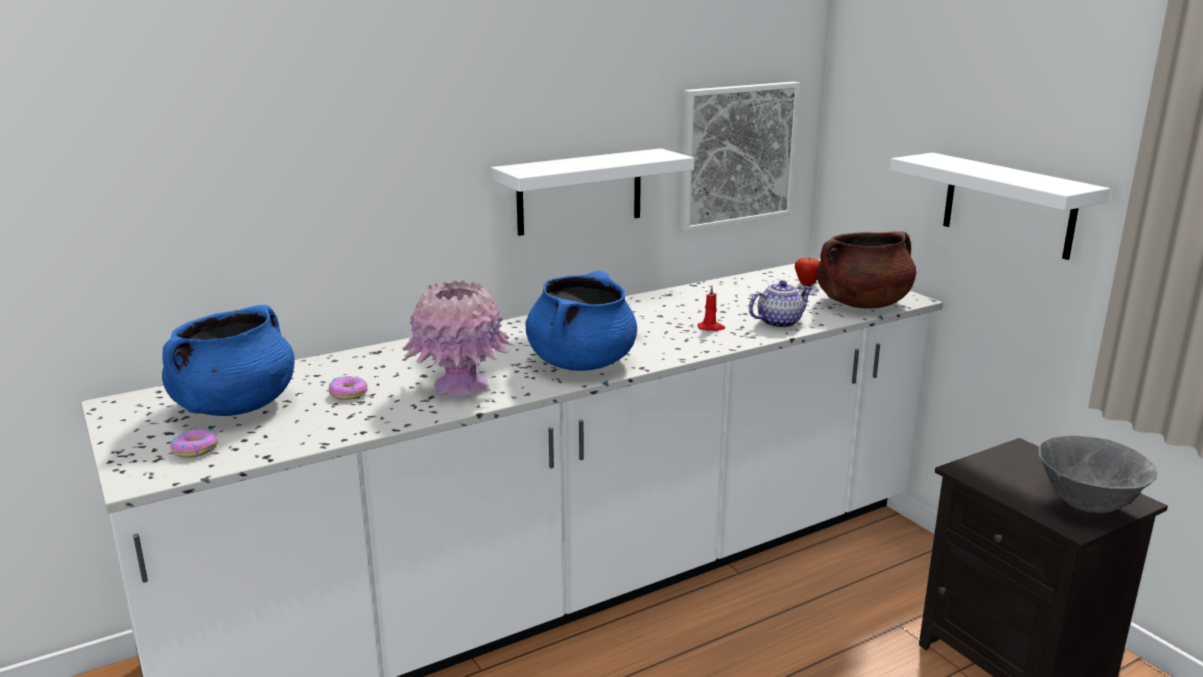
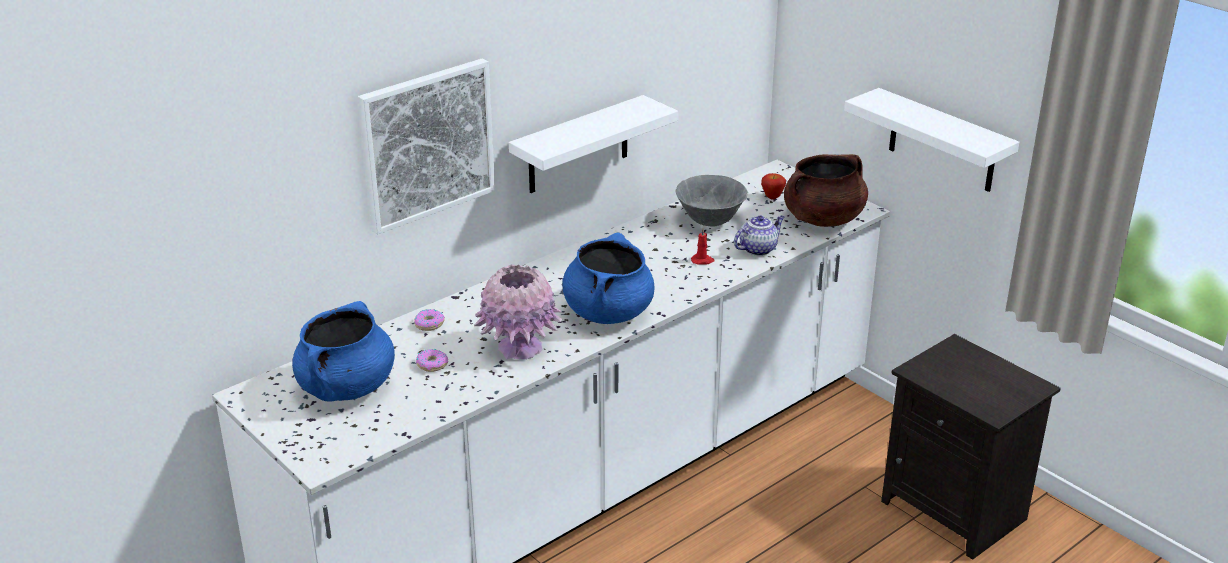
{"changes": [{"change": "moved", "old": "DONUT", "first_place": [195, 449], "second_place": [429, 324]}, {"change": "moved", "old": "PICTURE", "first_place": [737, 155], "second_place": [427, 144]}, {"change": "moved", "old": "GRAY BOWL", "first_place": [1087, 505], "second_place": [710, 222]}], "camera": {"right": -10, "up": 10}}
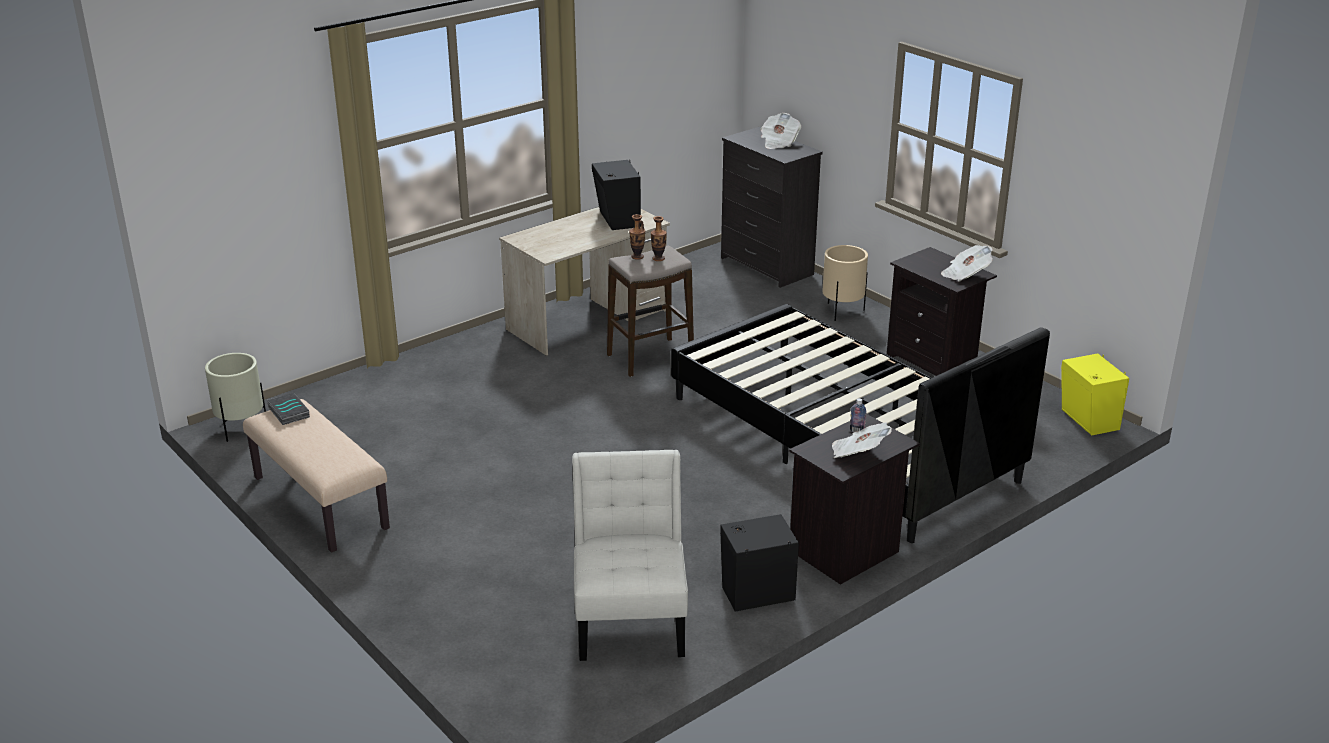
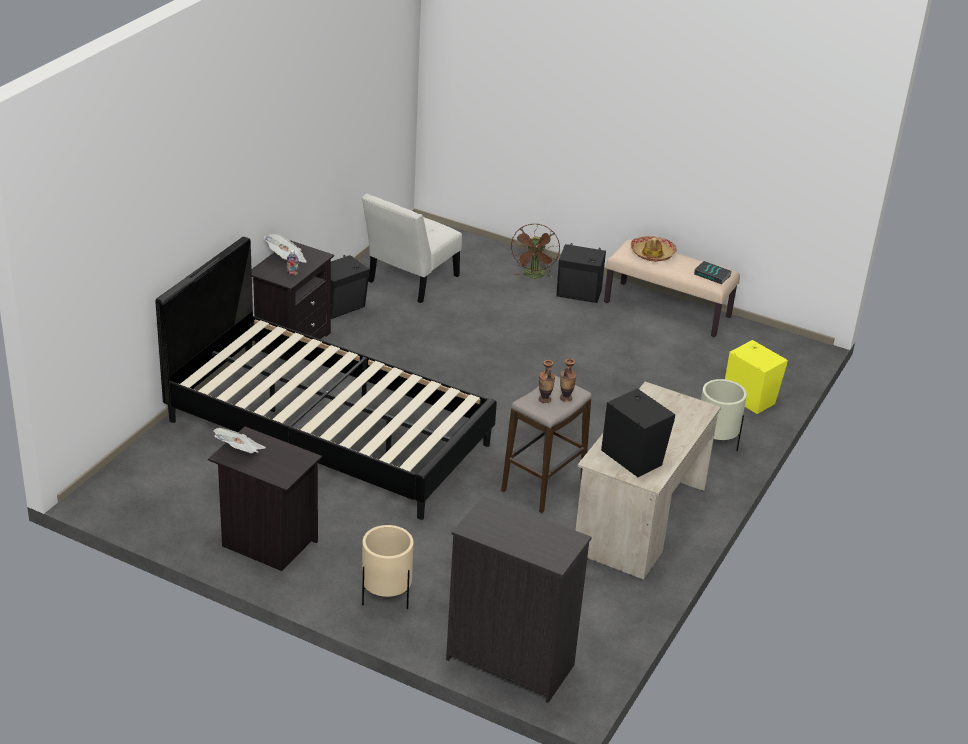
{"changes": [{"change": "removed", "old": "NEWSPAPER", "first_place": [779, 142]}, {"change": "added", "new": "BROWN-COLOURED COOLING FAN", "second_place": [534, 276]}, {"change": "added", "new": "BLACK AUDIO SPEAKER", "second_place": [579, 294]}, {"change": "added", "new": "WEARABLE HAT", "second_place": [652, 254]}, {"change": "moved", "old": "SAND-COLOURED PLANTER", "first_place": [241, 428], "second_place": [715, 444]}, {"change": "moved", "old": "YELLOW AUDIO SPEAKER", "first_place": [1088, 420], "second_place": [749, 397]}, {"change": "turned", "old": "WHITISH PLAIN CHAIR", "first_place": [630, 618], "second_place": [410, 281], "degrees": 60}], "camera": {"right": 155, "up": 5}}
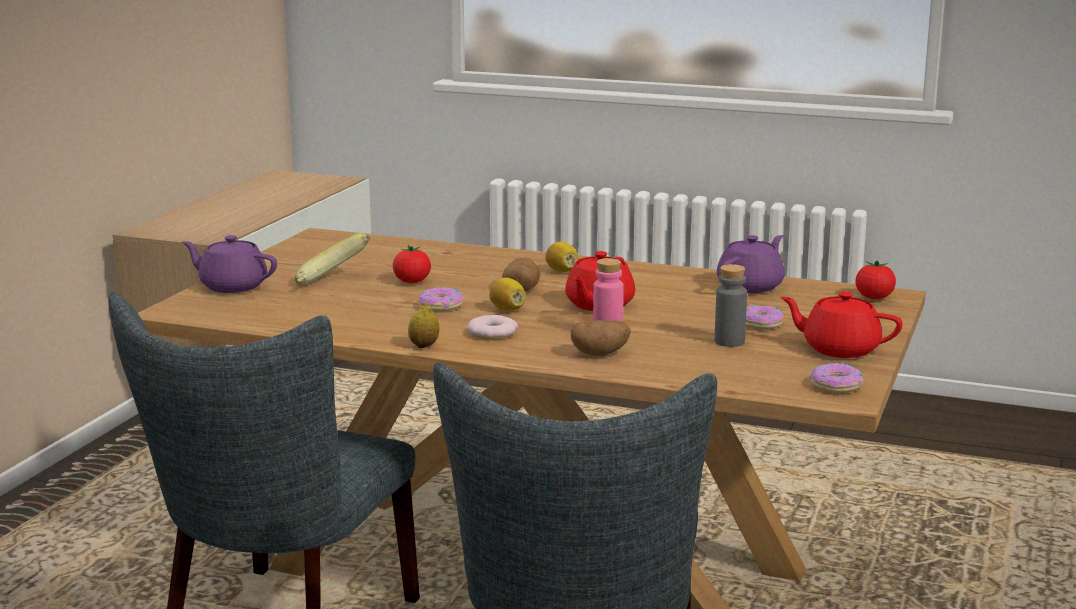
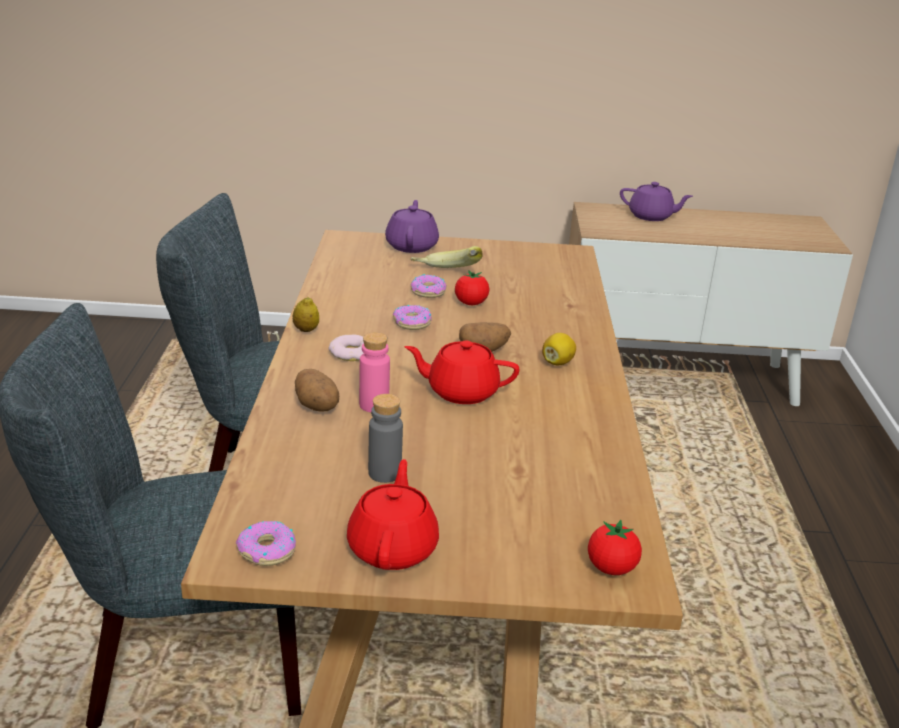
{"changes": [{"change": "removed", "old": "LEMON", "first_place": [507, 309]}, {"change": "moved", "old": "PURPLE POT FOR TEA", "first_place": [751, 286], "second_place": [651, 216]}, {"change": "moved", "old": "DONUT", "first_place": [759, 324], "second_place": [428, 292]}], "camera": {"right": 70, "up": 10}}
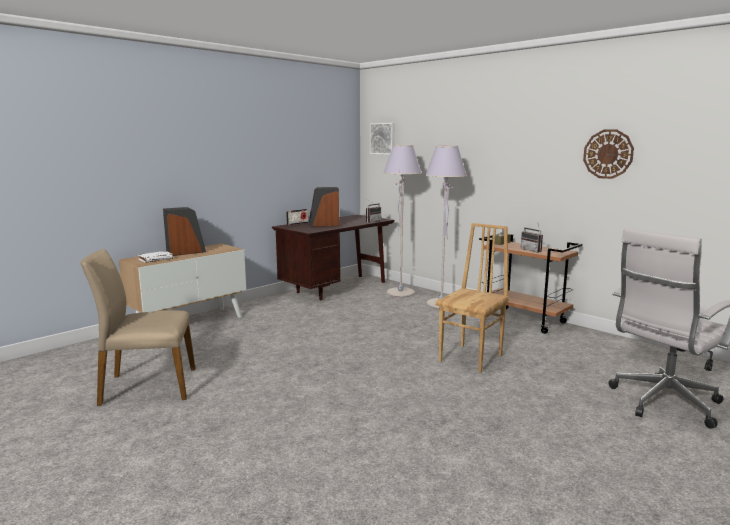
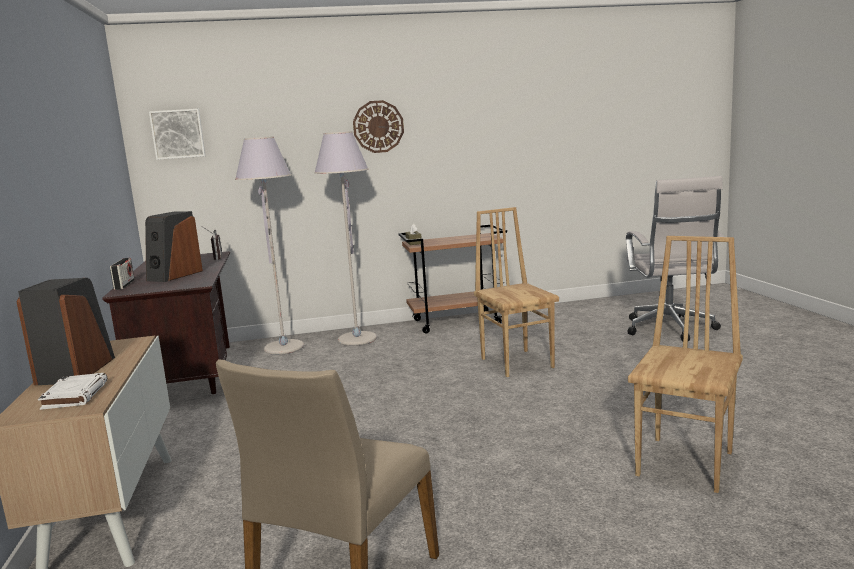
{"changes": [{"change": "removed", "old": "RADIO RECEIVER", "first_place": [533, 250]}, {"change": "added", "new": "BROWN-COLOURED PLAIN CHAIR", "second_place": [687, 463]}, {"change": "moved", "old": "WALL CLOCK", "first_place": [608, 154], "second_place": [378, 126]}], "camera": {"right": -55, "up": 0}}
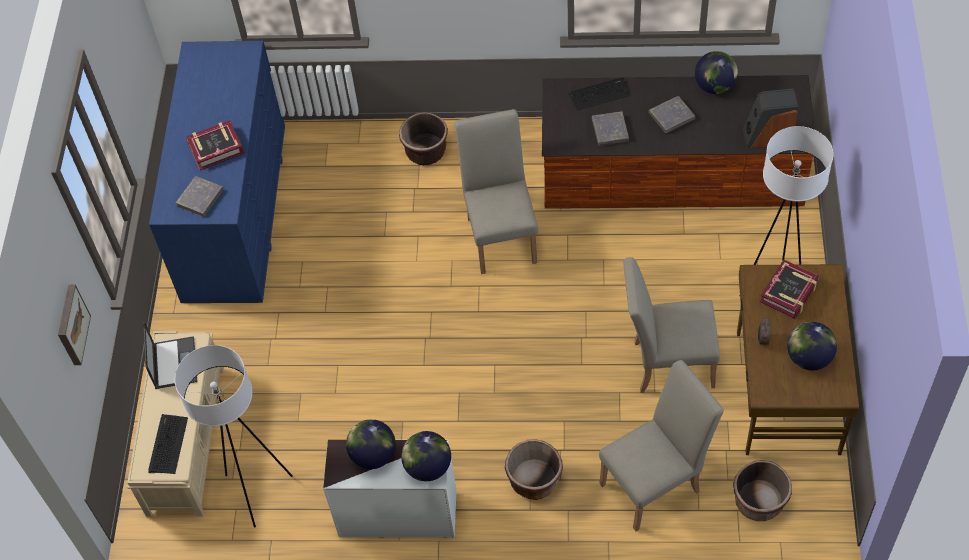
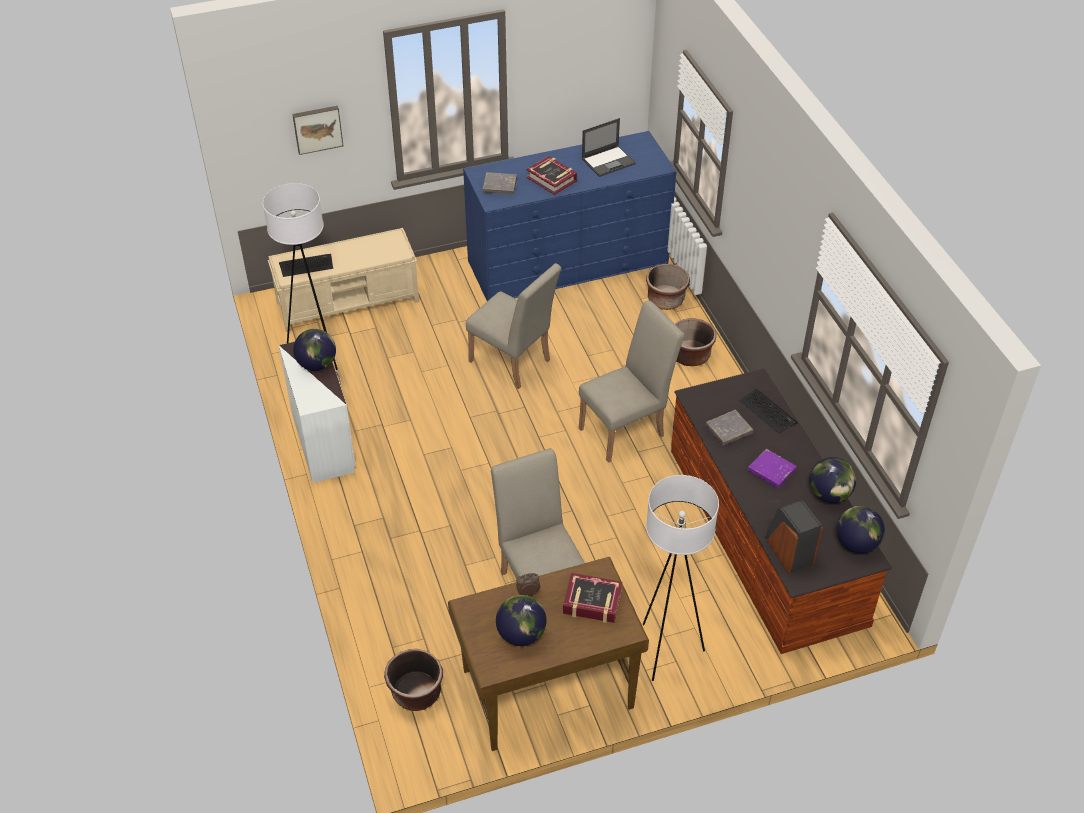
{"changes": [{"change": "moved", "old": "NOTEBOOK COMPUTER", "first_place": [174, 362], "second_place": [608, 161]}, {"change": "moved", "old": "GLOBE", "first_place": [428, 467], "second_place": [856, 543]}, {"change": "moved", "old": "BROWN-COLOURED PLANTER", "first_place": [534, 481], "second_place": [665, 300]}, {"change": "moved", "old": "SAND-COLOURED PLAIN CHAIR", "first_place": [656, 484], "second_place": [514, 364]}, {"change": "recoloured", "old": "GRAY BOUND BOOK", "new": "PURPLE BOUND BOOK", "first_place": [671, 116], "second_place": [771, 470]}], "camera": {"right": 65, "up": -10}}
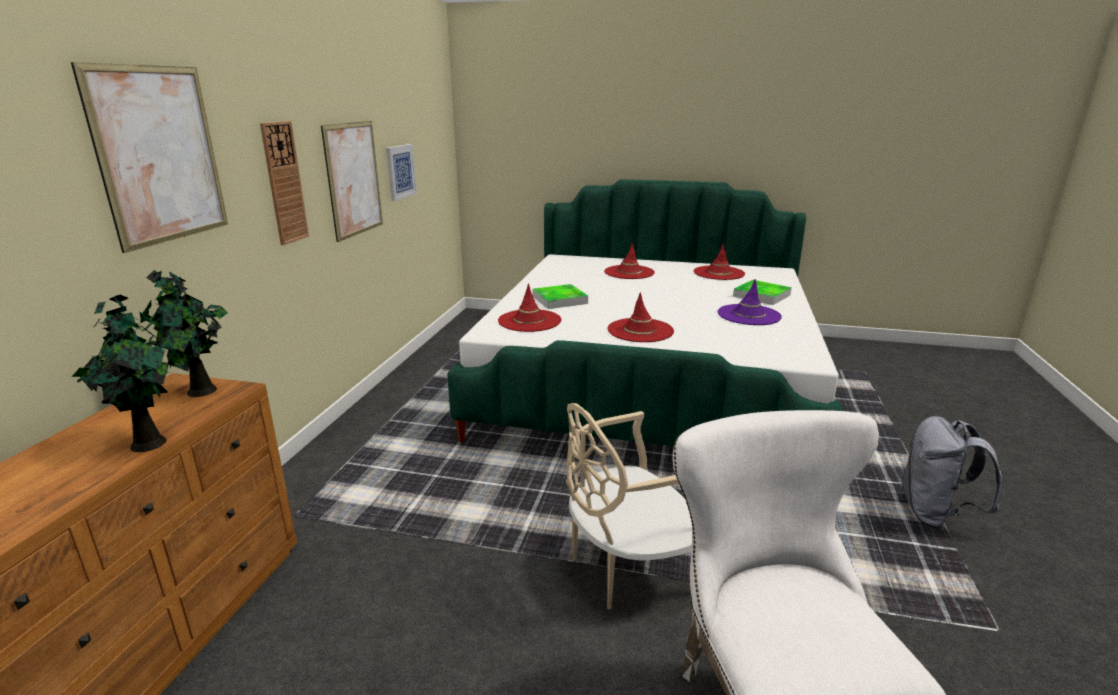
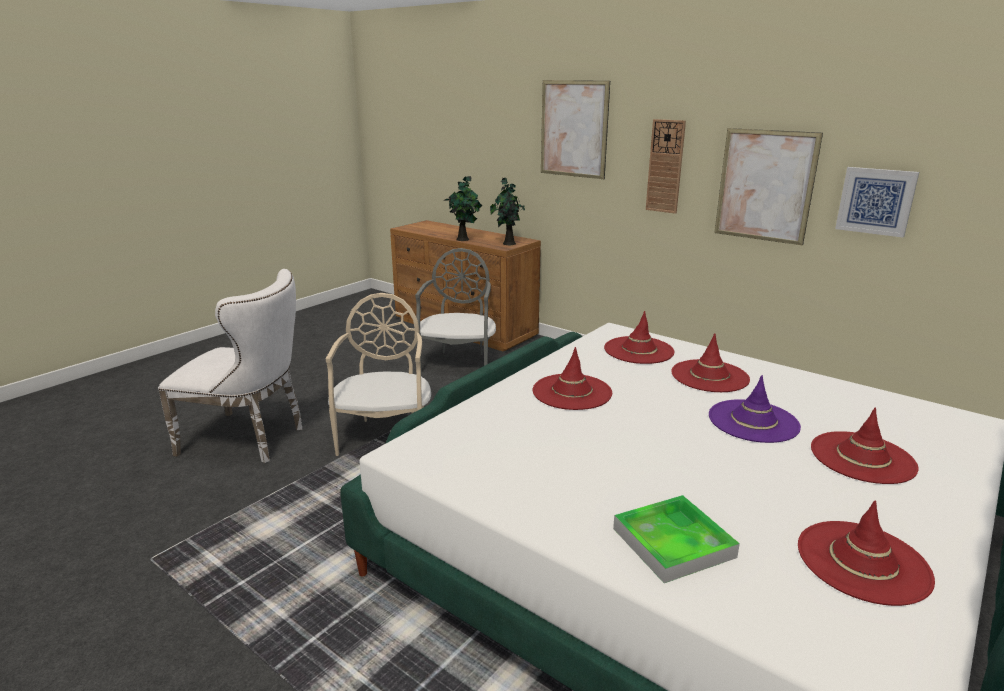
{"changes": [{"change": "removed", "old": "GRAY BACKPACK", "first_place": [935, 514]}, {"change": "added", "new": "GRAY PLAIN CHAIR", "second_place": [458, 363]}, {"change": "moved", "old": "PURPLE WEARABLE HAT", "first_place": [748, 315], "second_place": [753, 421]}, {"change": "replaced", "old": "CARRYING TRAY", "new": "RED-COLOURED WEARABLE HAT", "first_place": [559, 300], "second_place": [709, 376]}], "camera": {"right": 115, "up": 0}}
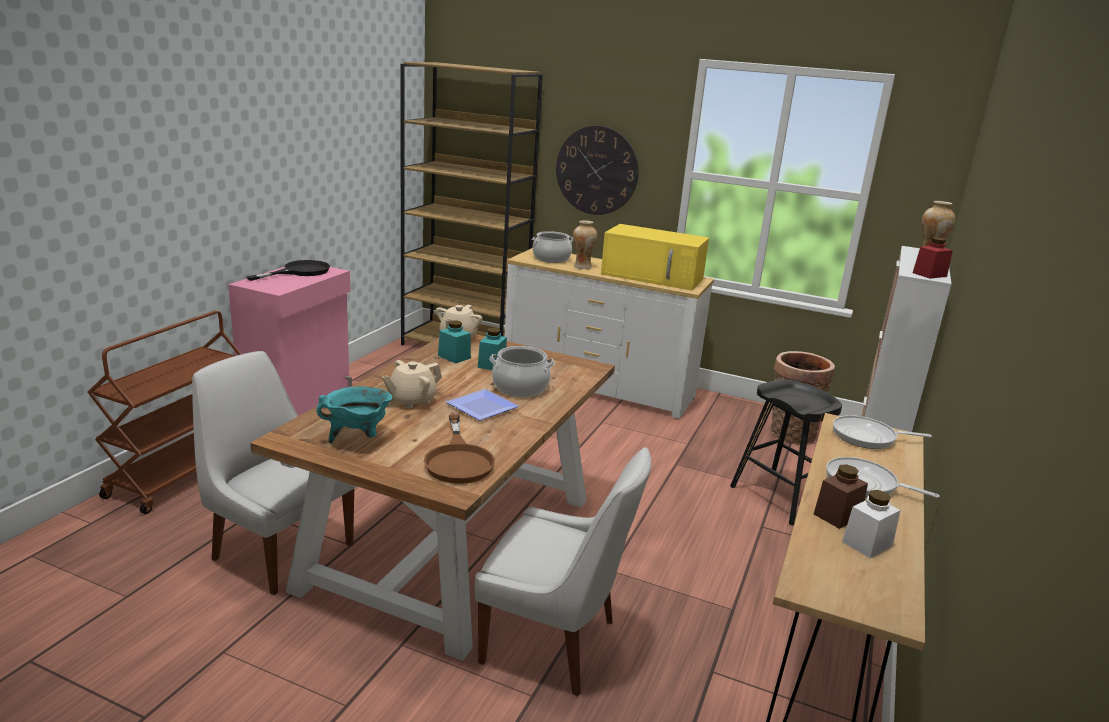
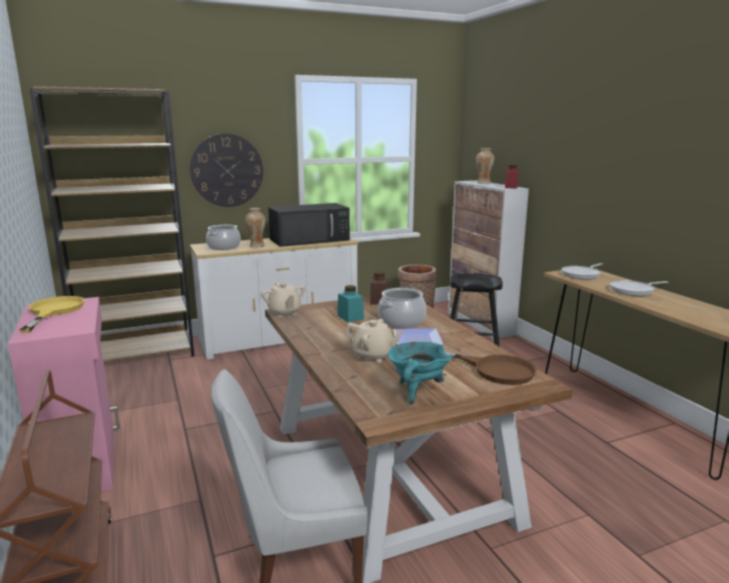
{"changes": [{"change": "removed", "old": "BLUE-GREEN STORAGE JAR", "first_place": [454, 357]}, {"change": "removed", "old": "WHITISH PLAIN CHAIR", "first_place": [554, 643]}, {"change": "removed", "old": "WHITISH STORAGE JAR", "first_place": [867, 543]}, {"change": "moved", "old": "BROWN-COLOURED STORAGE JAR", "first_place": [837, 515], "second_place": [379, 301]}, {"change": "recoloured", "old": "BLACK FRYING PAN", "new": "YELLOW FRYING PAN", "first_place": [299, 272], "second_place": [53, 311]}, {"change": "recoloured", "old": "YELLOW MICROWAVE", "new": "BLACK MICROWAVE", "first_place": [653, 276], "second_place": [310, 239]}, {"change": "turned", "old": "SAND-COLOURED POT FOR TEA", "first_place": [411, 400], "second_place": [373, 356], "degrees": -75}], "camera": {"right": -45, "up": -5}}
